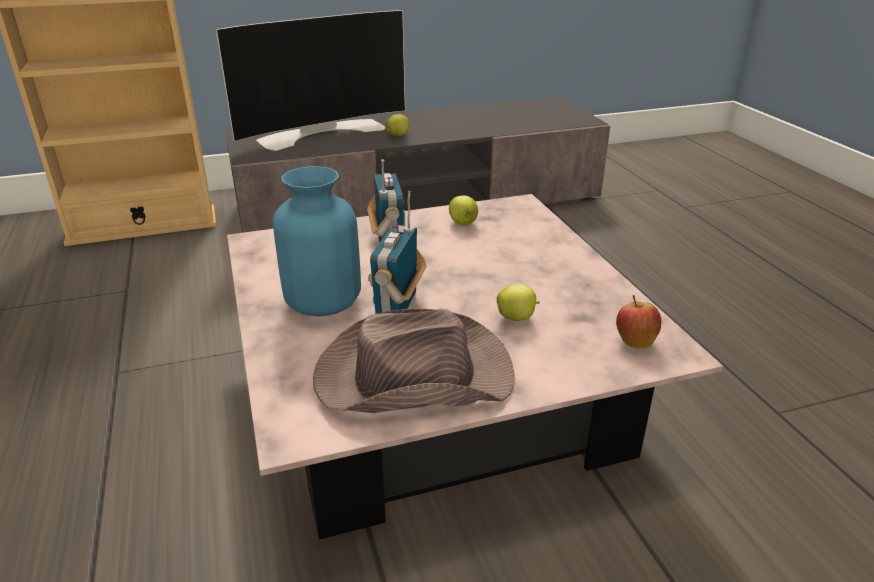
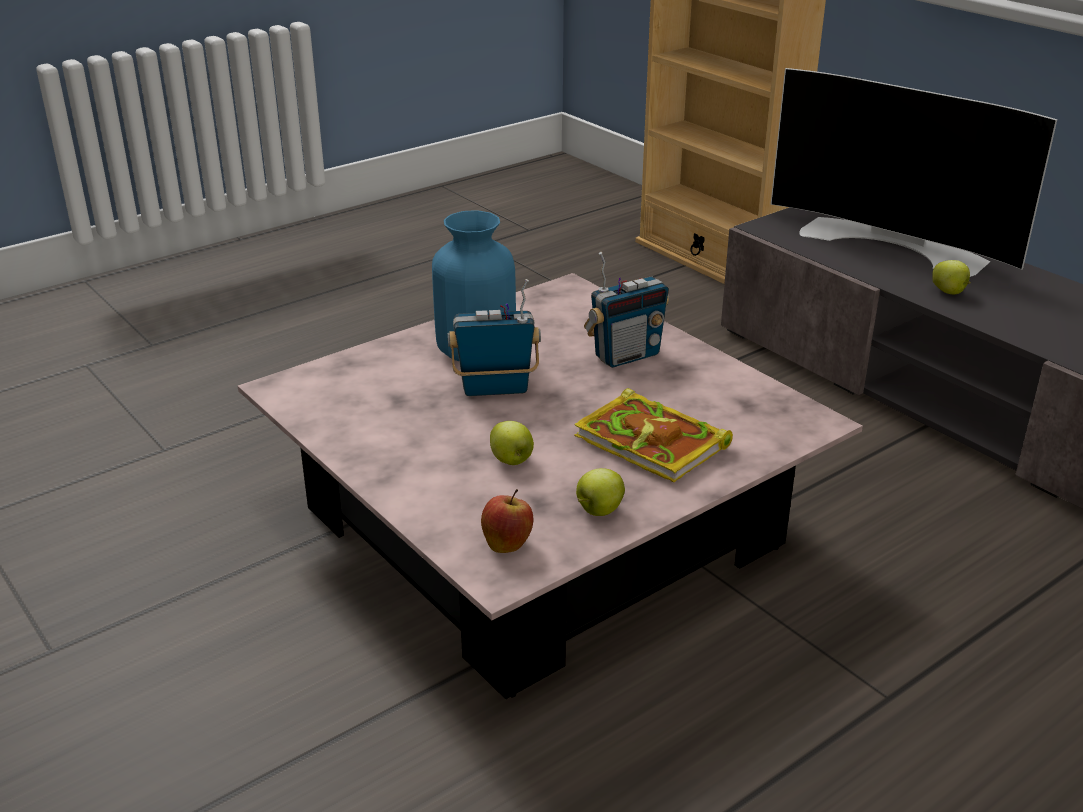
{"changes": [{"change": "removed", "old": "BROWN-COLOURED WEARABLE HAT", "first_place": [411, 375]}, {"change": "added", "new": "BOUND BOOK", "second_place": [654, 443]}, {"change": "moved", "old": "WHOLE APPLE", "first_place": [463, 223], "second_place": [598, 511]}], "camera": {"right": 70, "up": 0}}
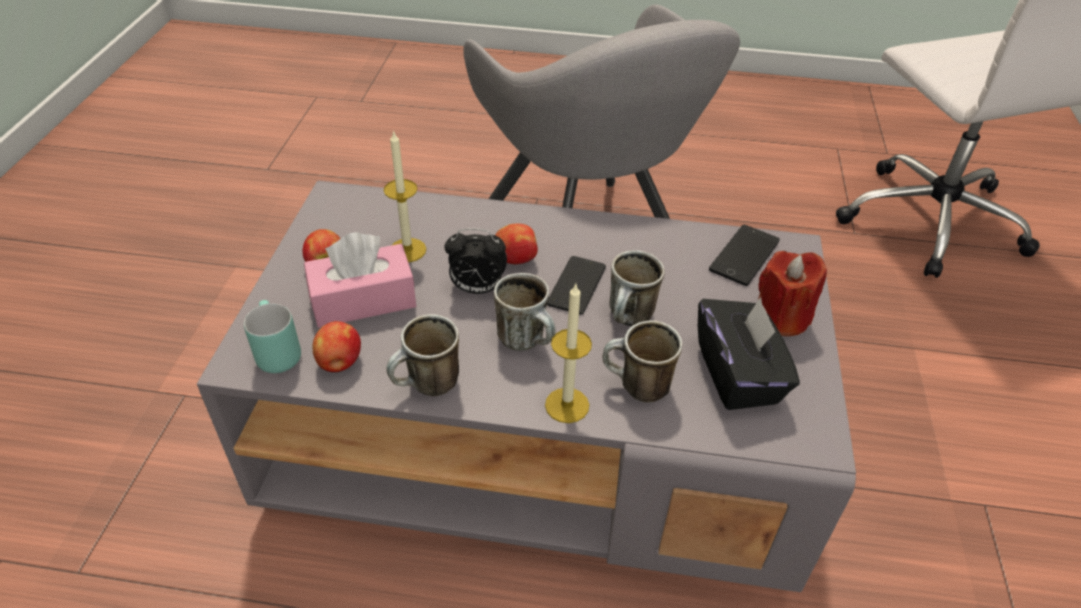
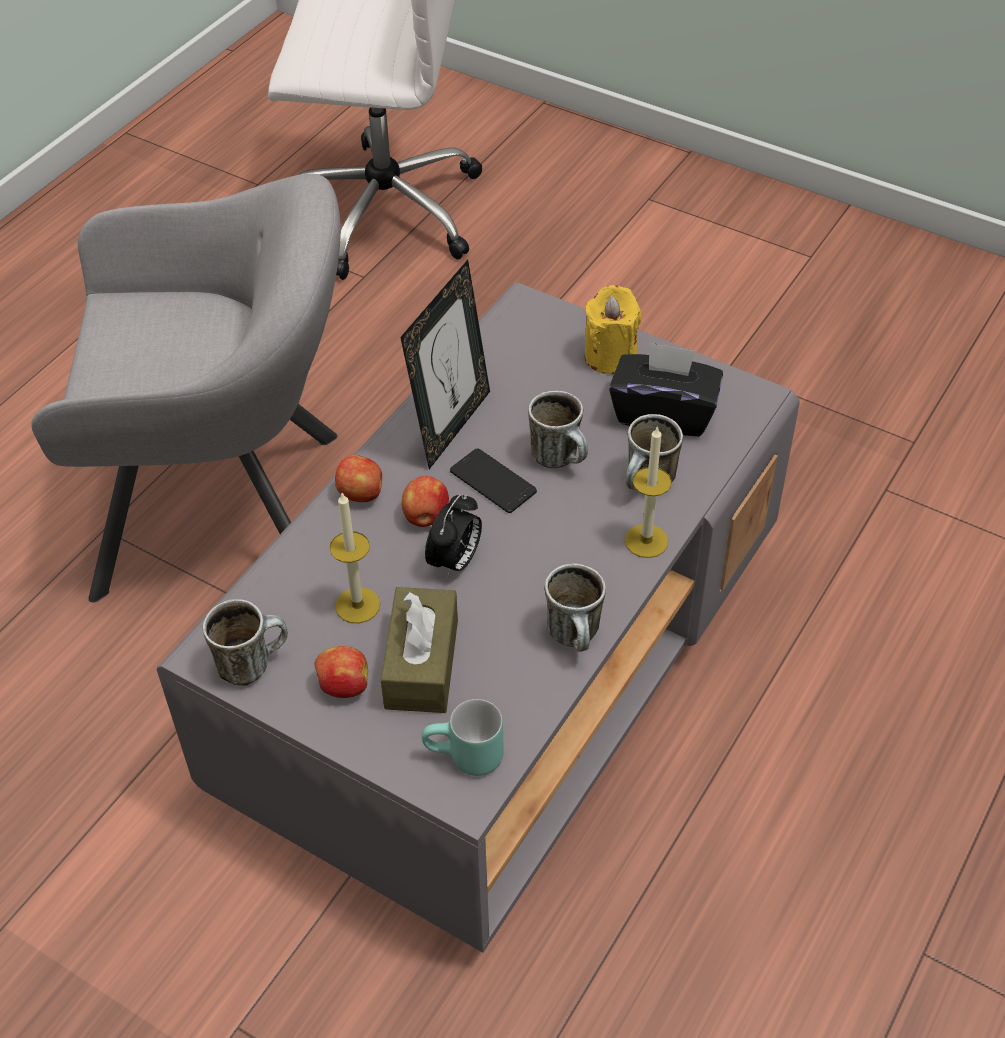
{"changes": [{"change": "removed", "old": "PHONE", "first_place": [744, 255]}, {"change": "added", "new": "STANDING FRAME", "second_place": [451, 426]}, {"change": "moved", "old": "WHOLE APPLE", "first_place": [339, 363], "second_place": [361, 494]}, {"change": "moved", "old": "COFFEE MUG", "first_place": [528, 341], "second_place": [252, 663]}, {"change": "recoloured", "old": "PINKISH TISSUE BOX", "new": "BROWN-COLOURED TISSUE BOX", "first_place": [363, 300], "second_place": [421, 664]}, {"change": "recoloured", "old": "RED-COLOURED CANDLE", "new": "YELLOW CANDLE", "first_place": [781, 318], "second_place": [610, 356]}], "camera": {"right": -65, "up": 5}}
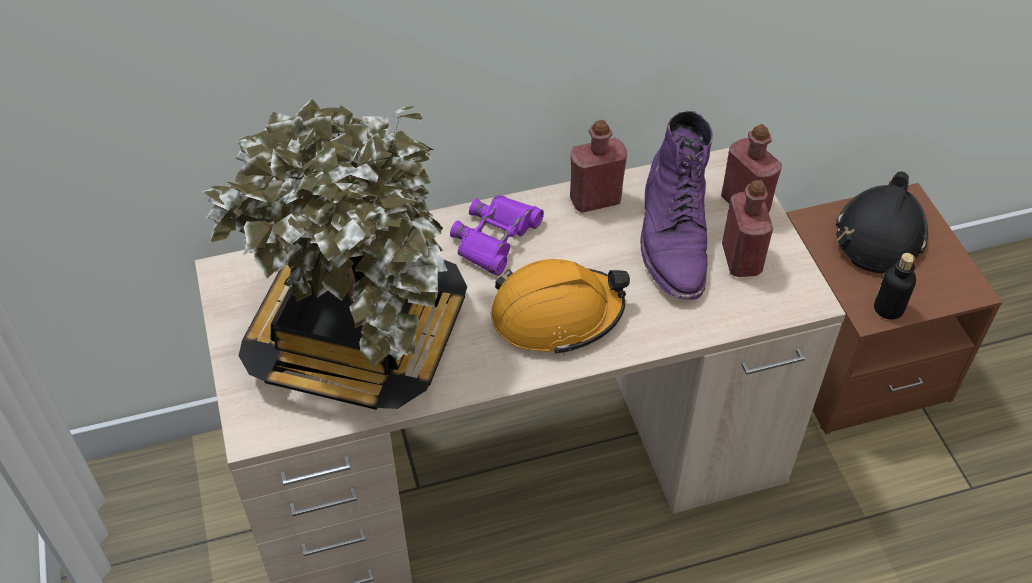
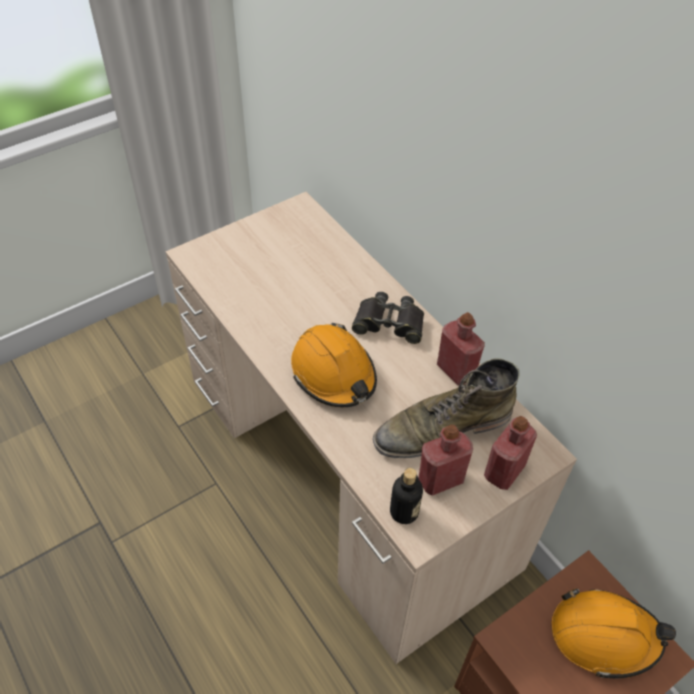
{"changes": [{"change": "removed", "old": "POTTED PLANT", "first_place": [359, 337]}, {"change": "moved", "old": "DRINK BOTTLE", "first_place": [888, 309], "second_place": [404, 512]}, {"change": "recoloured", "old": "PURPLE PAIR OF BINOCULARS", "new": "BLACK PAIR OF BINOCULARS", "first_place": [495, 238], "second_place": [389, 323]}, {"change": "recoloured", "old": "PURPLE TALL BOOT", "new": "GREEN-COLOURED TALL BOOT", "first_place": [673, 238], "second_place": [441, 428]}, {"change": "recoloured", "old": "BLACK HARD HAT", "new": "ORANGEY HARD HAT", "first_place": [879, 235], "second_place": [604, 636]}], "camera": {"right": 70, "up": 0}}
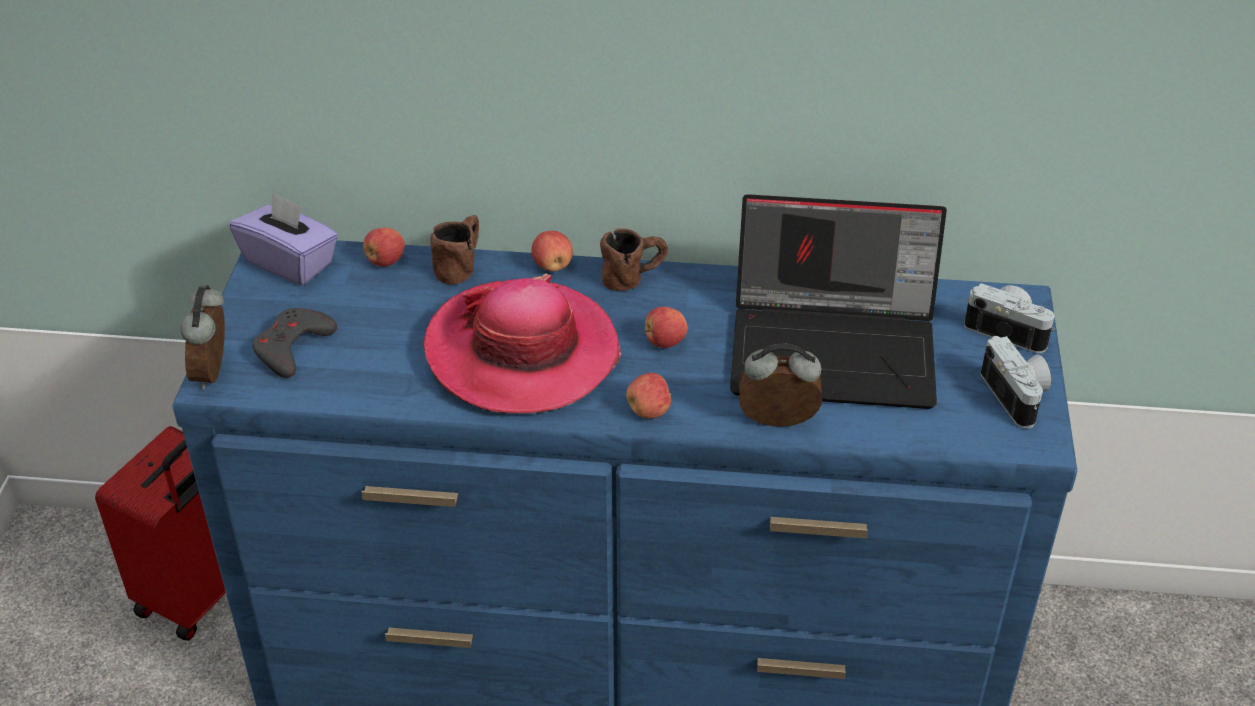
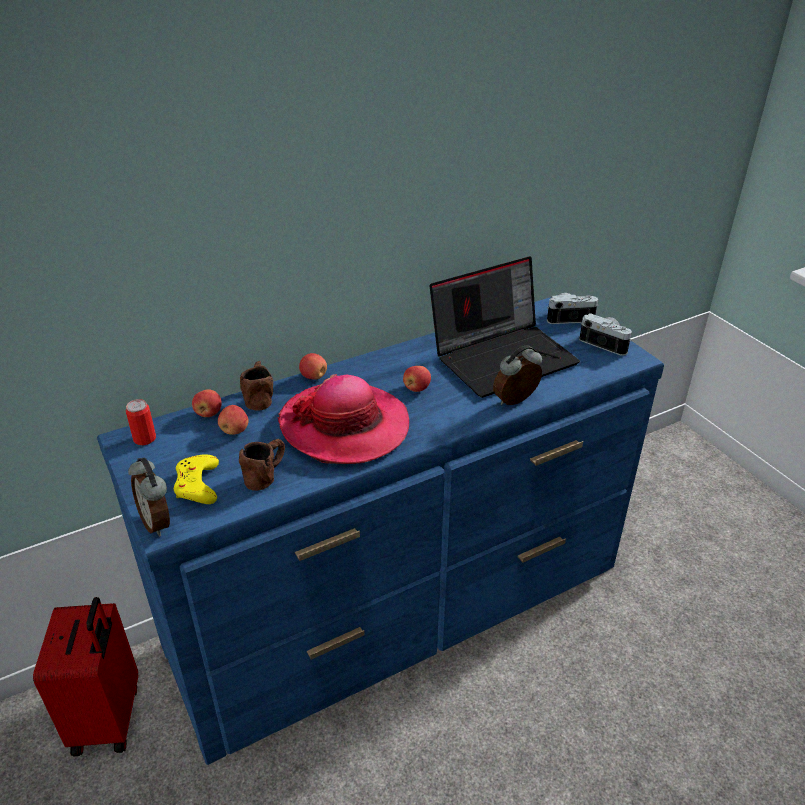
{"changes": [{"change": "moved", "old": "BROWN-COLOURED COFFEE MUG", "first_place": [634, 277], "second_place": [266, 475]}, {"change": "moved", "old": "WHOLE APPLE", "first_place": [649, 410], "second_place": [235, 430]}, {"change": "replaced", "old": "PURPLE TISSUE BOX", "new": "CAN", "first_place": [290, 262], "second_place": [144, 439]}, {"change": "recoloured", "old": "GRAY GAME CONTROLLER", "new": "YELLOW GAME CONTROLLER", "first_place": [292, 347], "second_place": [197, 484]}], "camera": {"right": -35, "up": -5}}
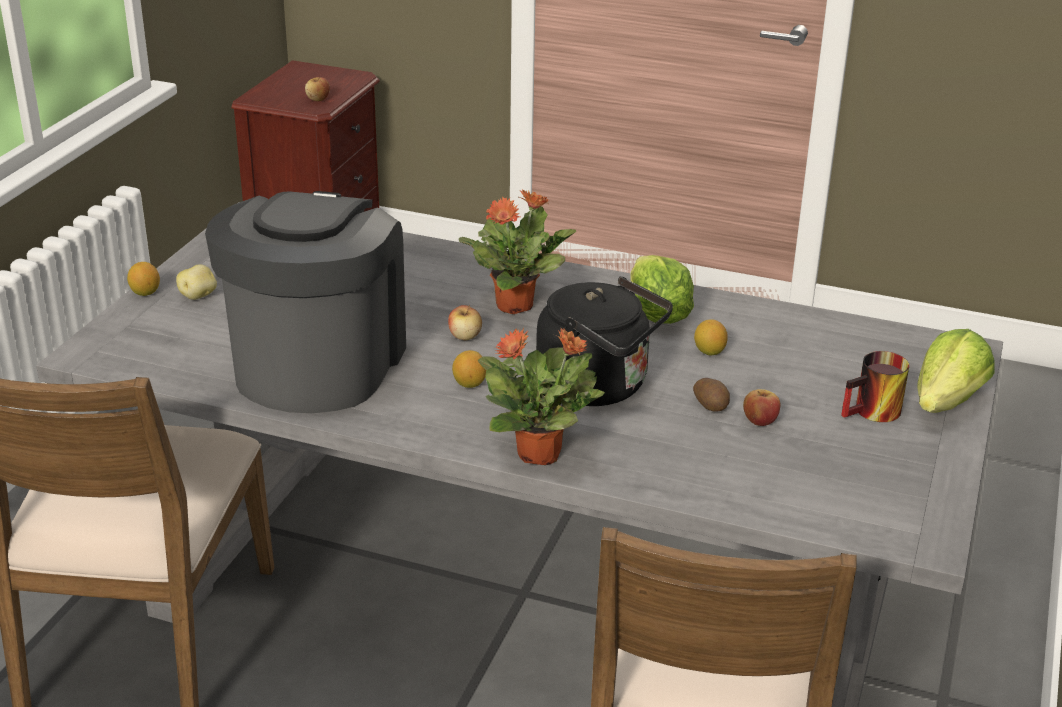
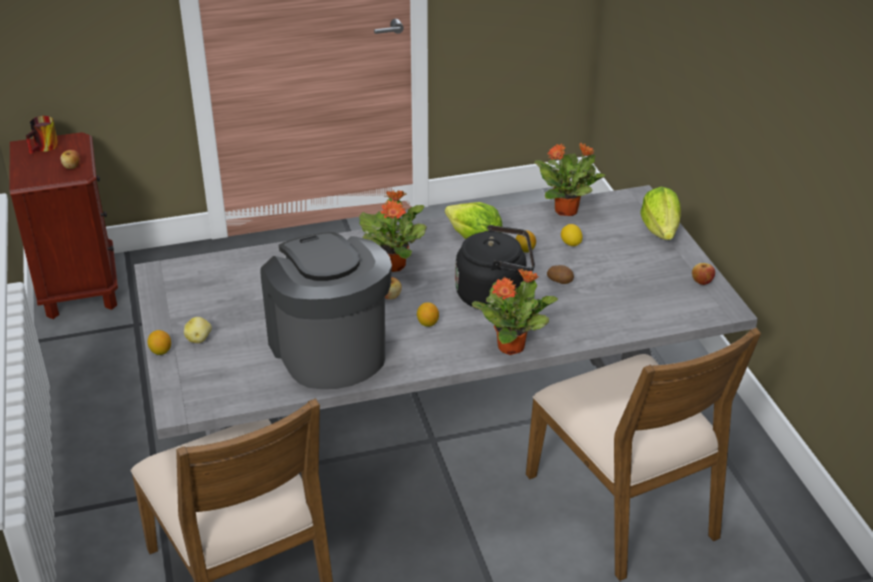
{"changes": [{"change": "added", "new": "POTTED PLANT", "second_place": [567, 210]}, {"change": "added", "new": "LEMON", "second_place": [570, 244]}, {"change": "moved", "old": "WHOLE APPLE", "first_place": [759, 421], "second_place": [702, 281]}, {"change": "moved", "old": "COFFEE MUG", "first_place": [874, 414], "second_place": [45, 148]}], "camera": {"right": -35, "up": 5}}
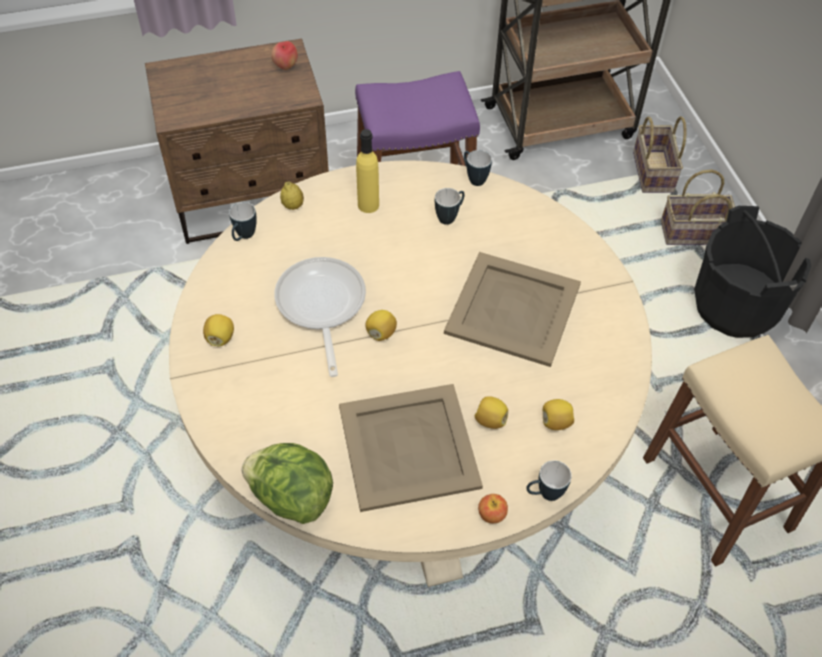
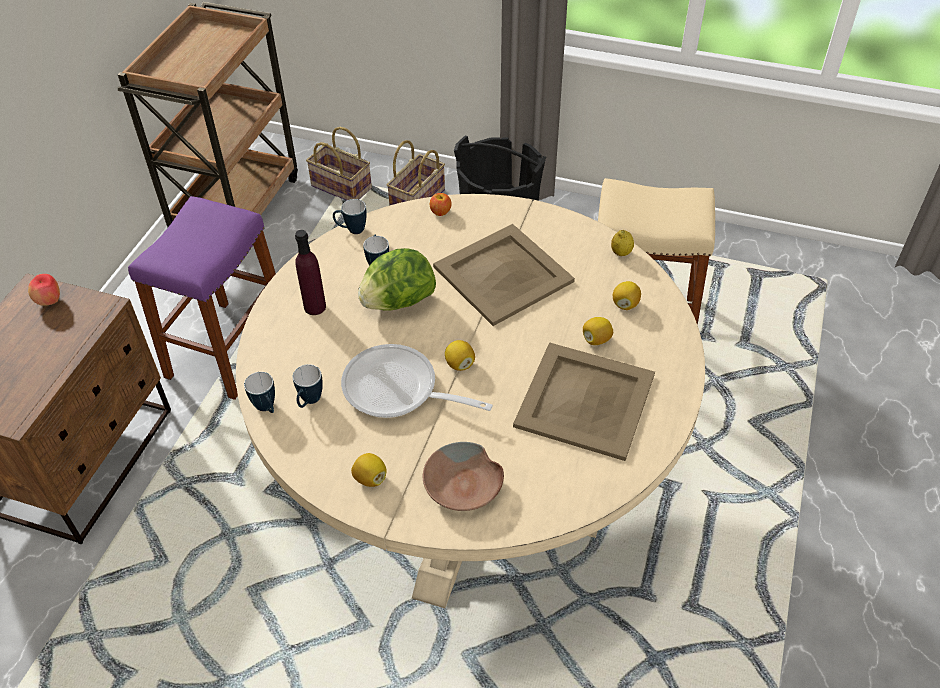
{"changes": [{"change": "added", "new": "BROWN-COLOURED BOWL", "second_place": [463, 486]}, {"change": "moved", "old": "LETTUCE", "first_place": [291, 496], "second_place": [398, 302]}, {"change": "moved", "old": "LEMON", "first_place": [293, 206], "second_place": [621, 253]}, {"change": "moved", "old": "WHOLE APPLE", "first_place": [491, 515], "second_place": [440, 212]}, {"change": "moved", "old": "COFFEE MUG", "first_place": [544, 494], "second_place": [309, 402]}, {"change": "recoloured", "old": "YELLOW DRINK BOTTLE", "new": "PURPLE DRINK BOTTLE", "first_place": [368, 205], "second_place": [315, 307]}], "camera": {"right": -55, "up": -5}}
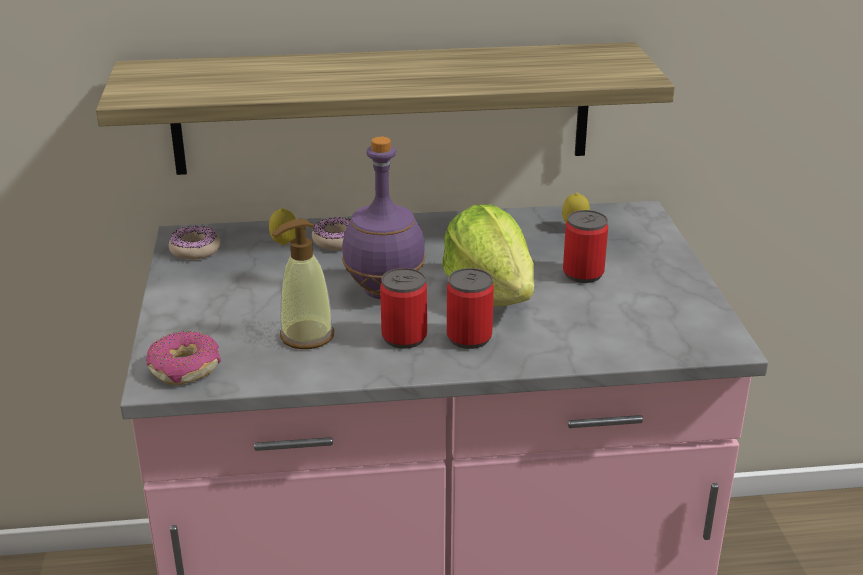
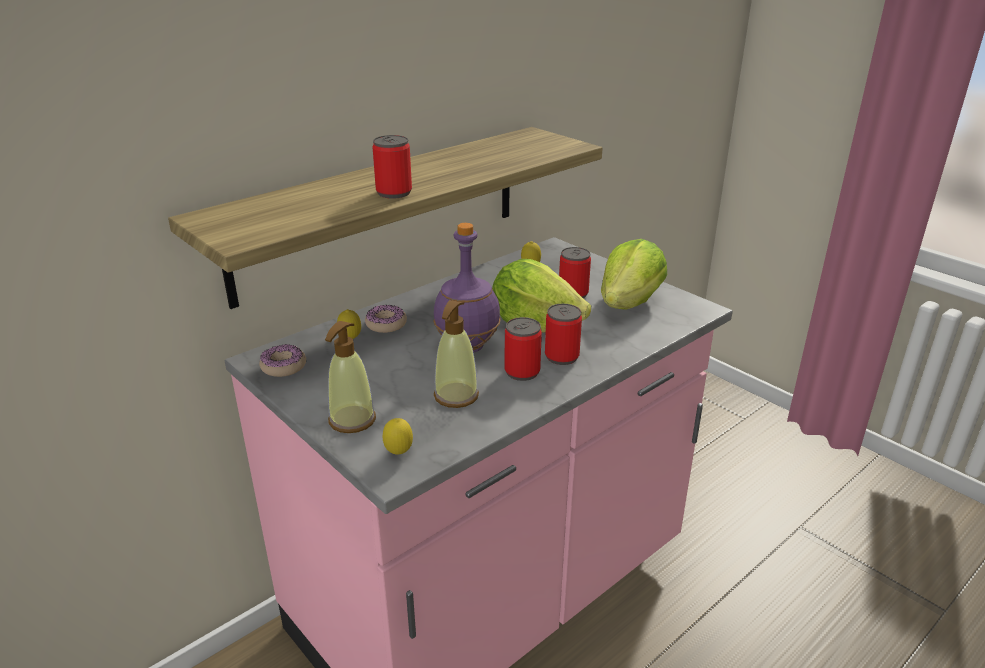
{"changes": [{"change": "added", "new": "LIQUID SOAP BOTTLE", "second_place": [352, 420]}, {"change": "added", "new": "CAN", "second_place": [394, 193]}, {"change": "added", "new": "LETTUCE", "second_place": [630, 303]}, {"change": "replaced", "old": "DONUT", "new": "LEMON", "first_place": [185, 368], "second_place": [398, 453]}], "camera": {"right": -35, "up": 0}}
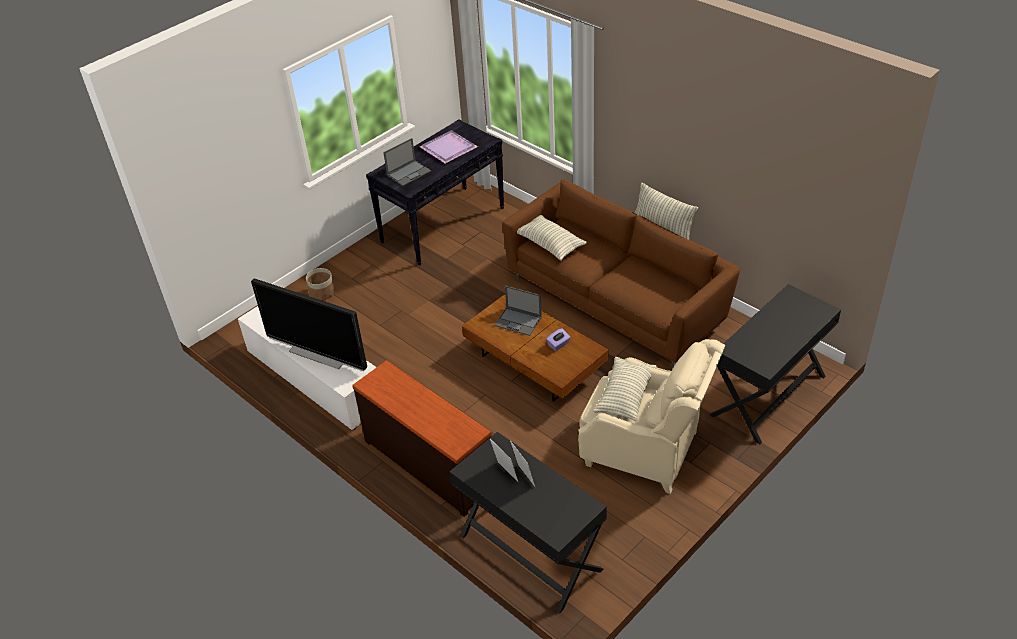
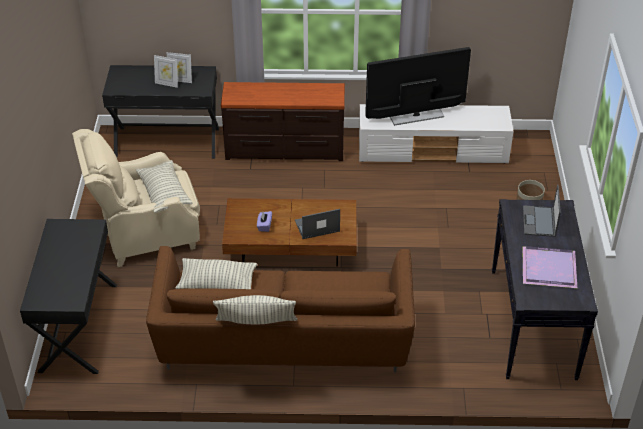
{"changes": [{"change": "moved", "old": "THROW PILLOW", "first_place": [550, 244], "second_place": [217, 283]}], "camera": {"right": 135, "up": 0}}
